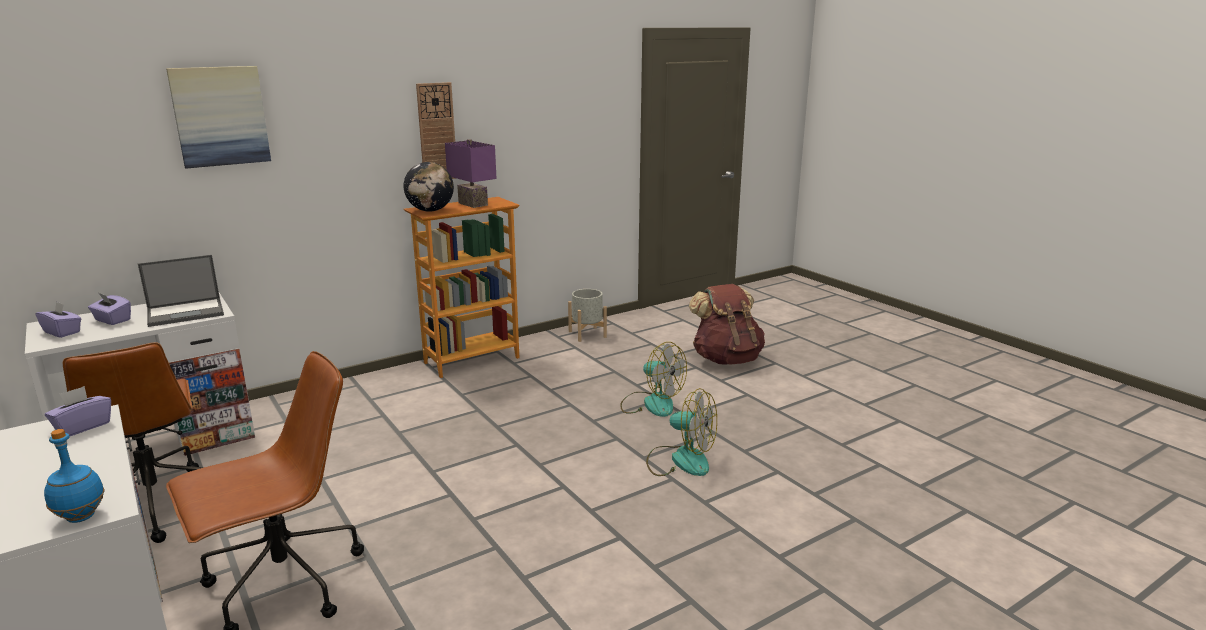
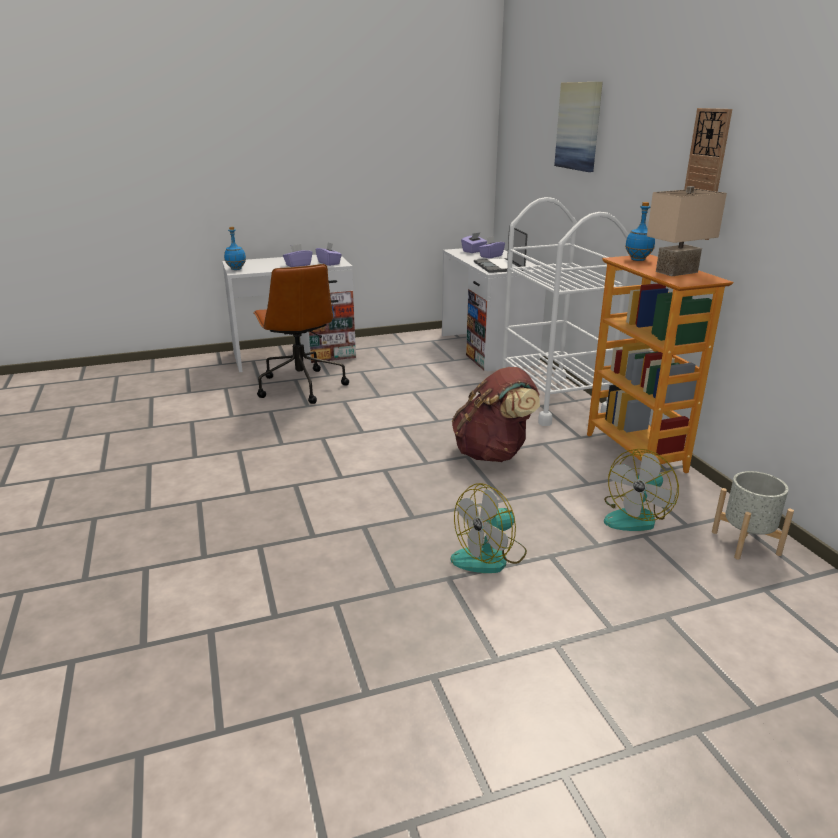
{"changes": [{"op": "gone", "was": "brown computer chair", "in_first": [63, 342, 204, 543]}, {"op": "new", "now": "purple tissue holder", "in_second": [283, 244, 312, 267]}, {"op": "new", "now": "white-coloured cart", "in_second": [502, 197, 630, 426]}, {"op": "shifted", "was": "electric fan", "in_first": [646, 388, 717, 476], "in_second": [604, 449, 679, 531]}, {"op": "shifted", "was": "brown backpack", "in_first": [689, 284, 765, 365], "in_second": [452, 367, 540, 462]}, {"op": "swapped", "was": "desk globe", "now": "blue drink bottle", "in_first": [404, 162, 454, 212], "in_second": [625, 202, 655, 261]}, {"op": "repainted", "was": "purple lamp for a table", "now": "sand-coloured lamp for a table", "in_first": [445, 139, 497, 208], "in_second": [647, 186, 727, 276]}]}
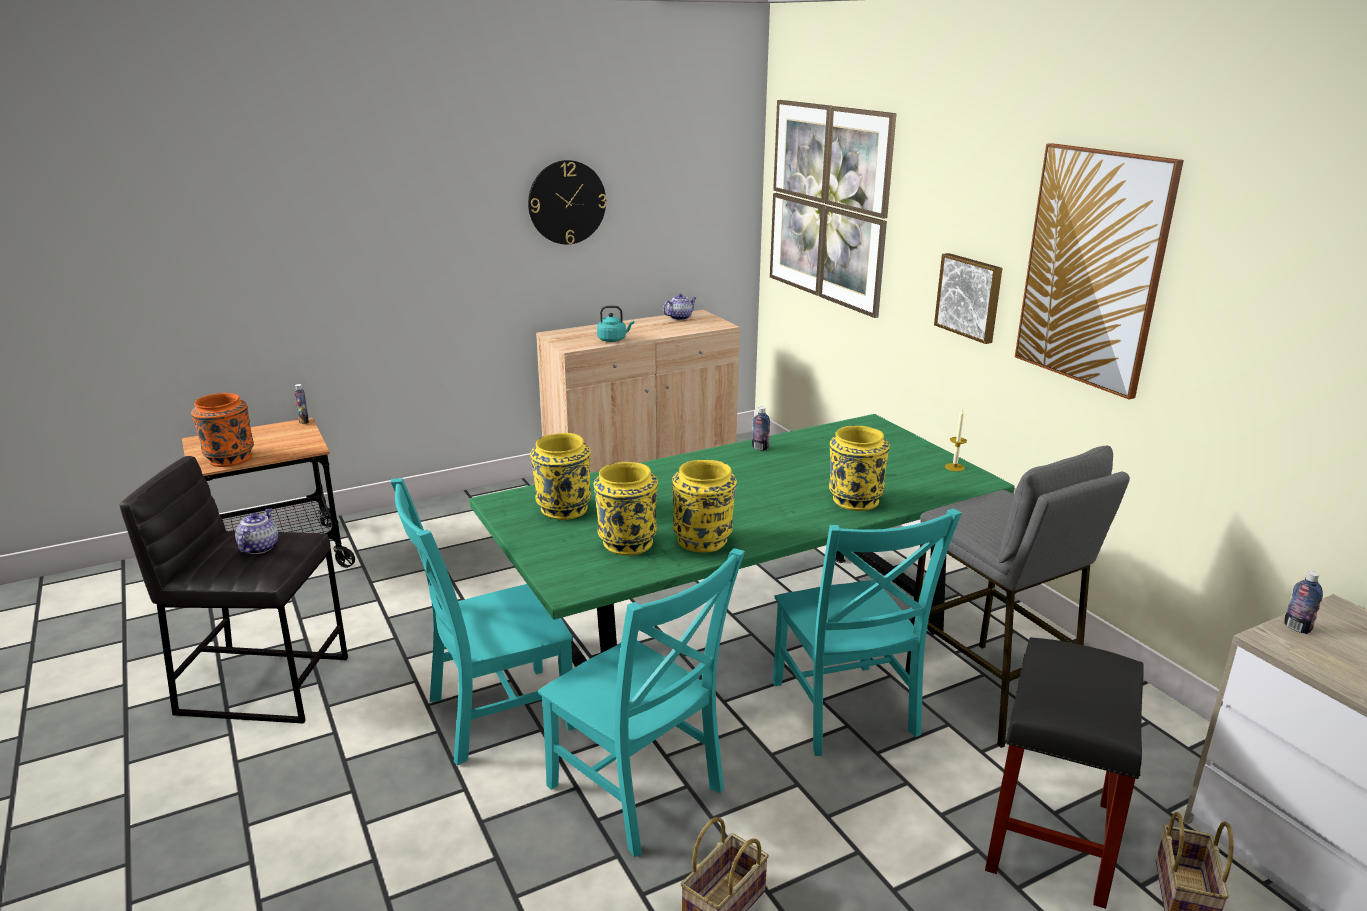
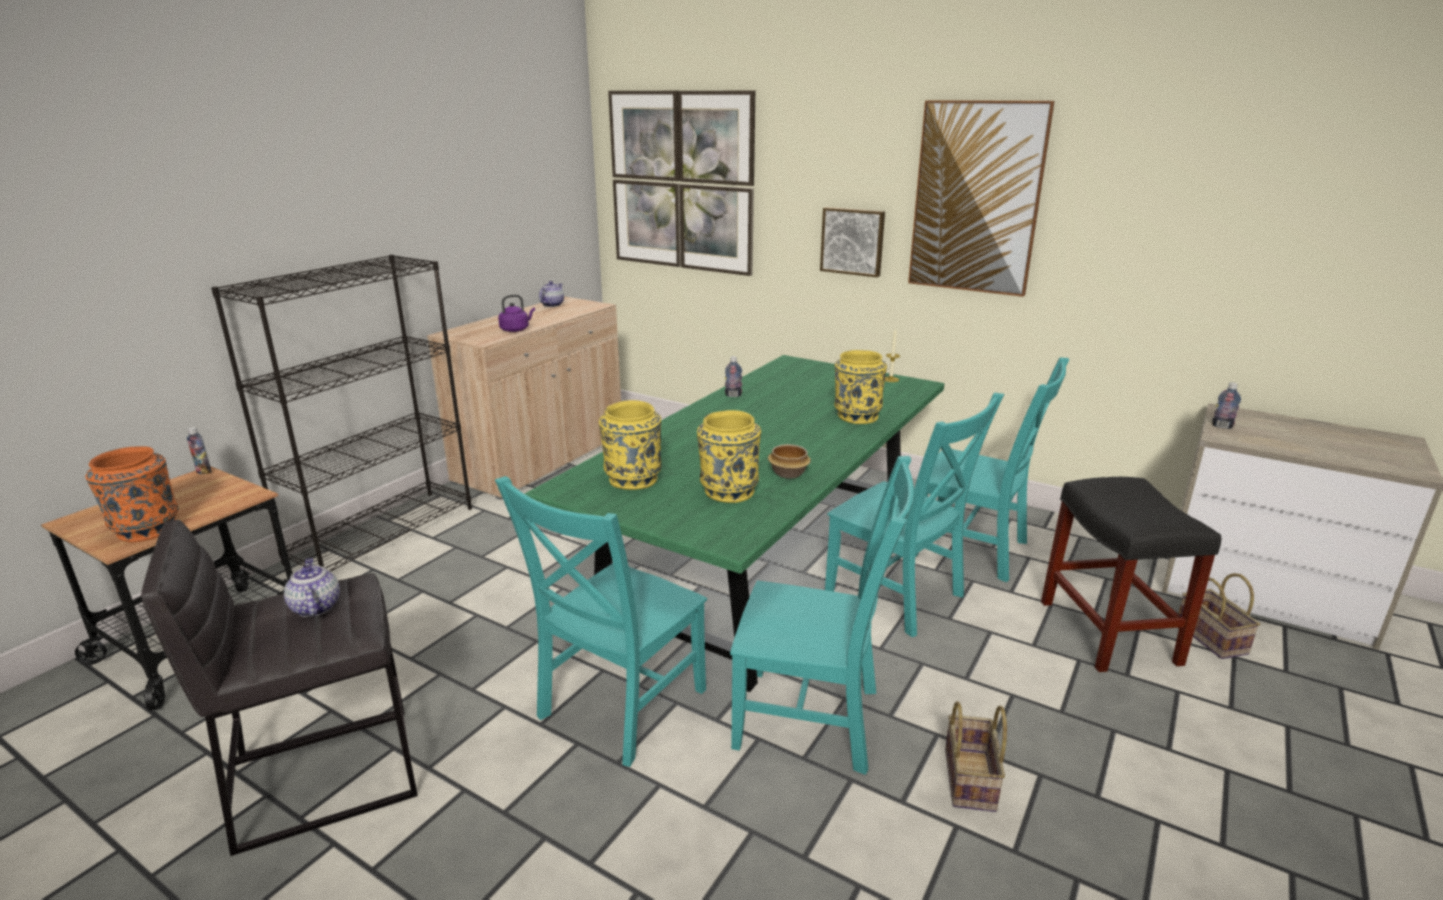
{"changes": [{"op": "gone", "was": "wall clock", "in_first": [528, 160, 607, 244]}, {"op": "new", "now": "black-coloured shelving unit", "in_second": [211, 255, 472, 572]}, {"op": "swapped", "was": "yellowish vase", "now": "serving bowl", "in_first": [672, 460, 737, 552], "in_second": [768, 444, 811, 479]}, {"op": "swapped", "was": "greyish stool seat", "now": "turquoise-coloured plain chair", "in_first": [905, 446, 1130, 748], "in_second": [915, 357, 1069, 582]}, {"op": "repainted", "was": "turquoise-coloured kettle", "now": "purple kettle", "in_first": [597, 305, 634, 342], "in_second": [498, 295, 535, 332]}]}
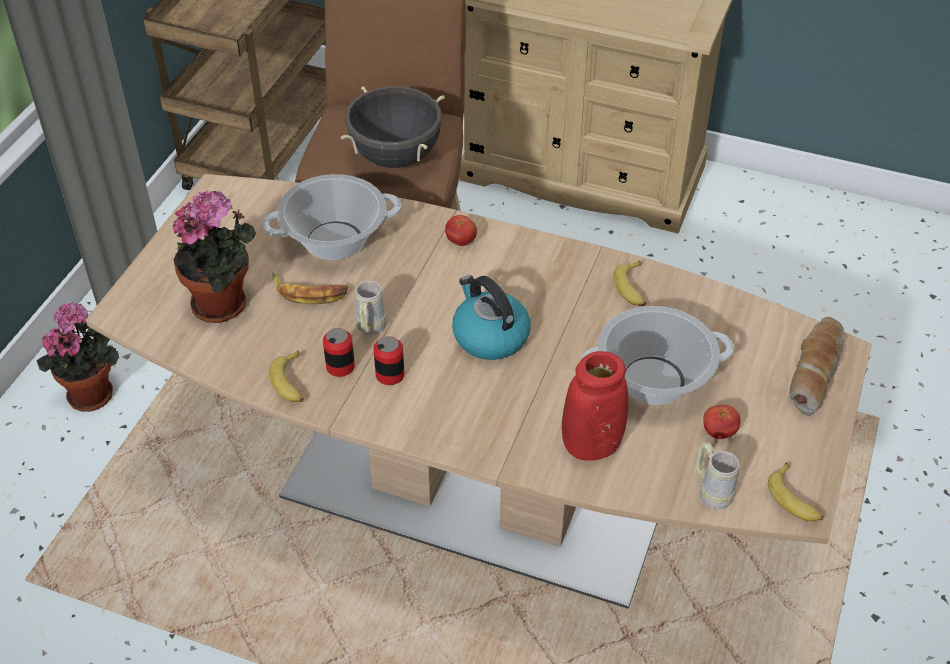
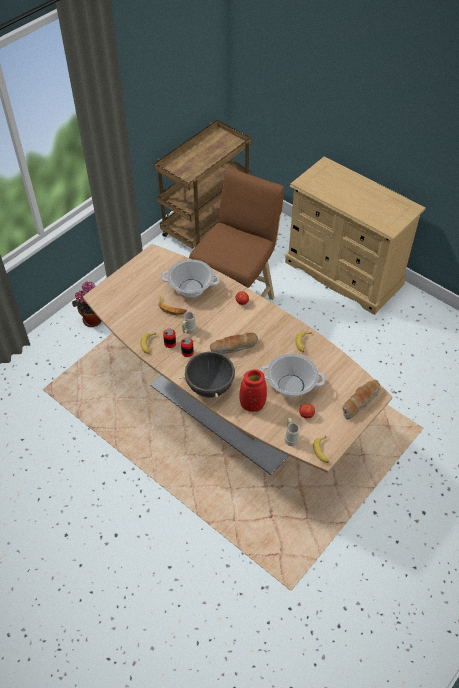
{"changes": [{"op": "gone", "was": "plant in a pot", "in_first": [173, 189, 256, 323]}, {"op": "shifted", "was": "black-coloured cooking pot", "in_first": [341, 86, 444, 168], "in_second": [179, 348, 240, 398]}, {"op": "swapped", "was": "kettle", "now": "bread", "in_first": [452, 275, 531, 360], "in_second": [210, 333, 258, 354]}]}
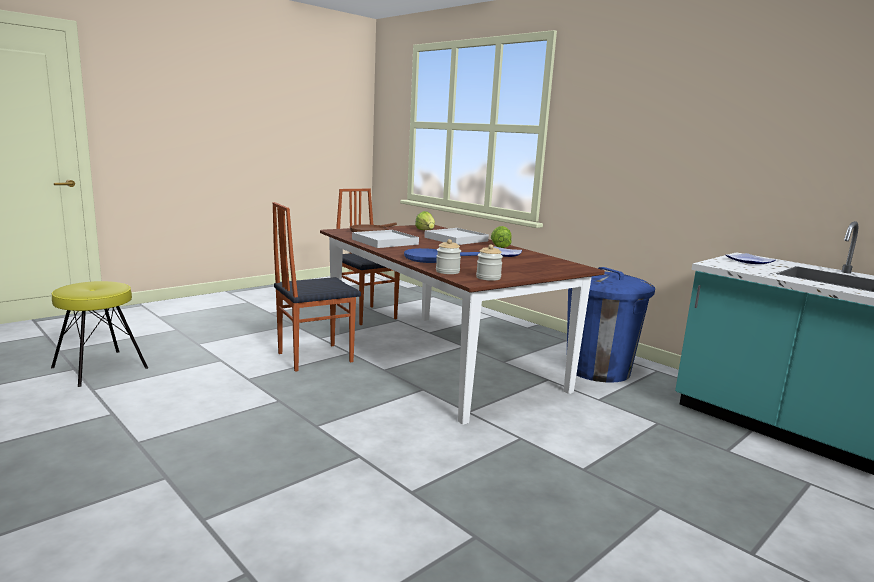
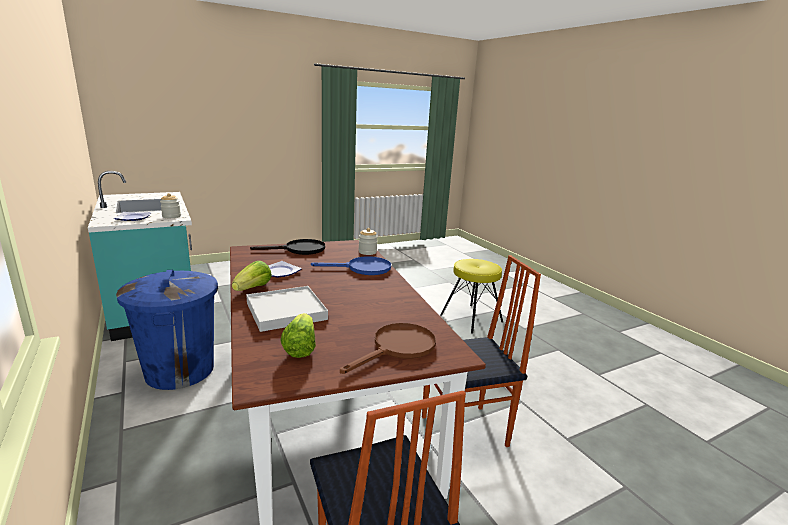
{"changes": [{"op": "gone", "was": "white-coloured serving tray", "in_first": [352, 230, 419, 248]}, {"op": "new", "now": "black-coloured skillet", "in_second": [250, 239, 325, 255]}, {"op": "shifted", "was": "yellowish stool seat", "in_first": [51, 281, 148, 387], "in_second": [441, 259, 503, 334]}, {"op": "shifted", "was": "storage jar", "in_first": [476, 244, 503, 281], "in_second": [160, 193, 181, 218]}]}
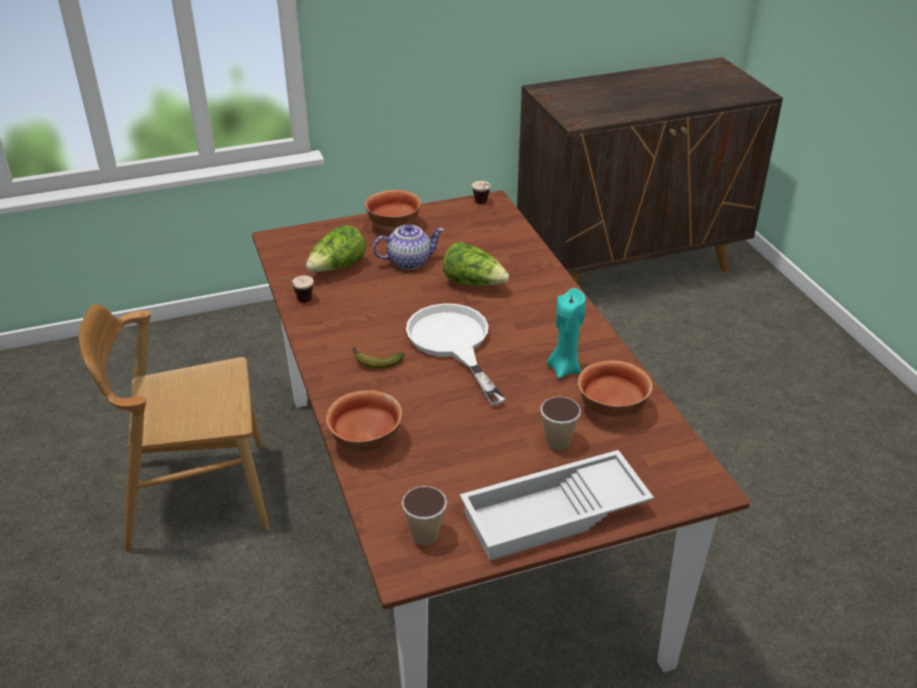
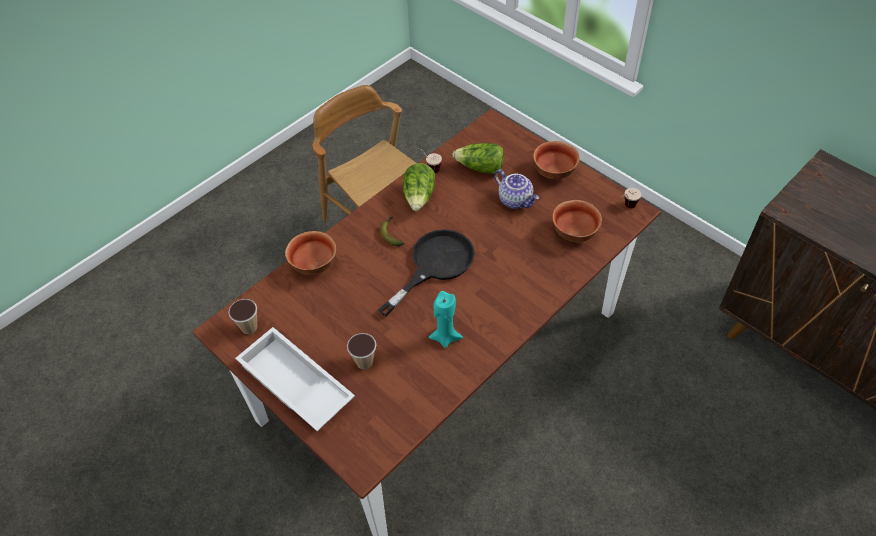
{"changes": [{"op": "shifted", "was": "lettuce", "in_first": [443, 242, 509, 286], "in_second": [403, 163, 435, 211]}, {"op": "shifted", "was": "serving bowl", "in_first": [578, 360, 653, 417], "in_second": [552, 200, 602, 242]}, {"op": "repainted", "was": "white-coloured skillet", "now": "black-coloured skillet", "in_first": [406, 303, 506, 405], "in_second": [378, 229, 475, 317]}]}
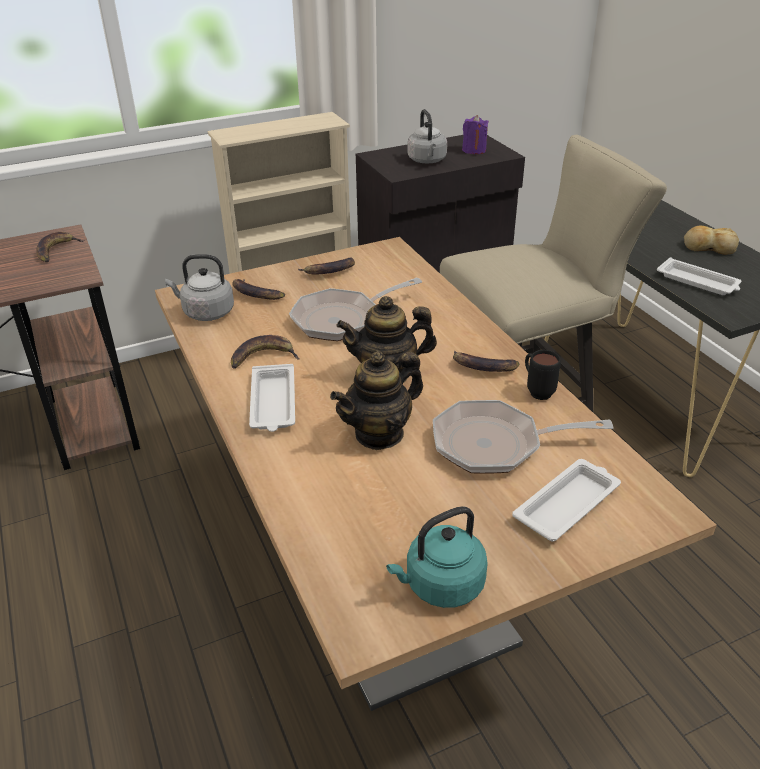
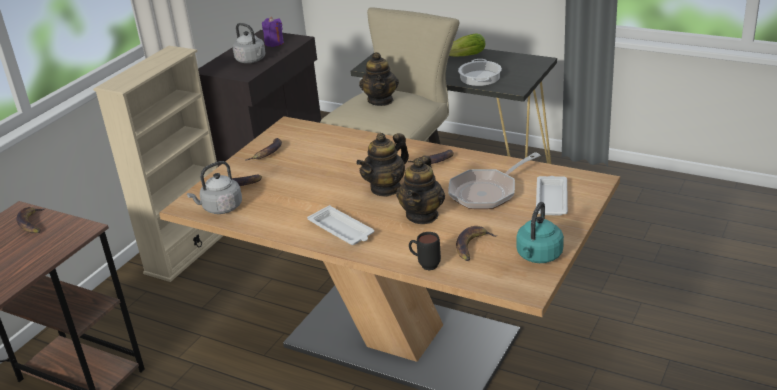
{"changes": [{"op": "gone", "was": "skillet", "in_first": [289, 278, 422, 341]}, {"op": "new", "now": "teapot", "in_second": [359, 52, 399, 106]}, {"op": "shifted", "was": "whole banana", "in_first": [231, 335, 300, 368], "in_second": [456, 226, 498, 261]}, {"op": "shifted", "was": "black-coloured tea mug", "in_first": [525, 350, 561, 400], "in_second": [409, 232, 441, 270]}, {"op": "swapped", "was": "white-coloured serving tray", "now": "cooking pot", "in_first": [657, 257, 742, 295], "in_second": [458, 59, 502, 86]}, {"op": "swapped", "was": "bread", "now": "lettuce", "in_first": [684, 225, 739, 255], "in_second": [449, 33, 485, 57]}]}
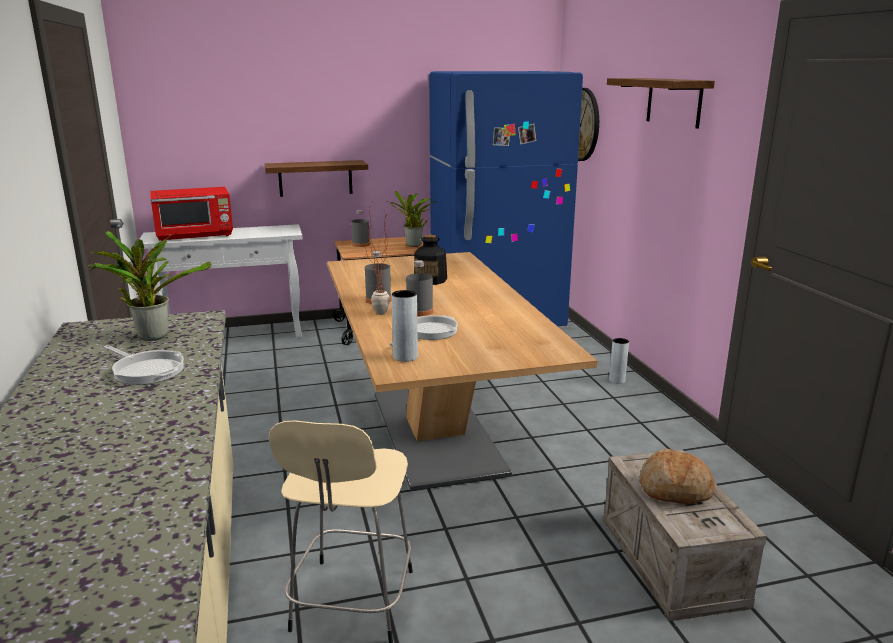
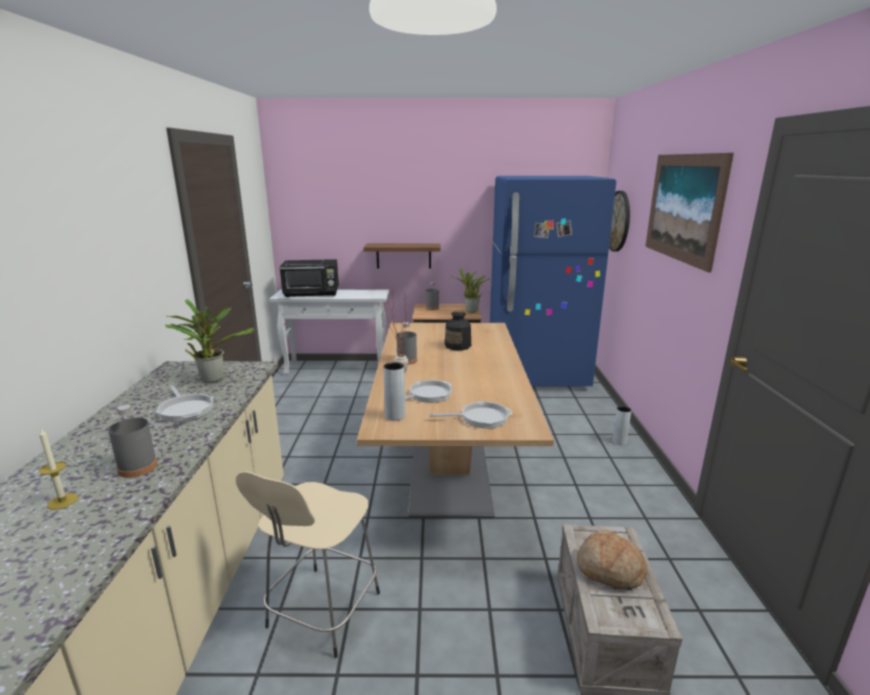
{"changes": [{"op": "new", "now": "candle", "in_second": [39, 429, 78, 510]}, {"op": "new", "now": "skillet", "in_second": [429, 401, 512, 428]}, {"op": "shifted", "was": "greyish drink bottle", "in_first": [406, 260, 433, 317], "in_second": [108, 405, 158, 478]}, {"op": "swapped", "was": "bracket shelf", "now": "picture", "in_first": [607, 78, 715, 129], "in_second": [645, 153, 734, 272]}, {"op": "repainted", "was": "reddish microwave", "now": "black-coloured microwave", "in_first": [150, 187, 233, 241], "in_second": [279, 259, 339, 297]}]}
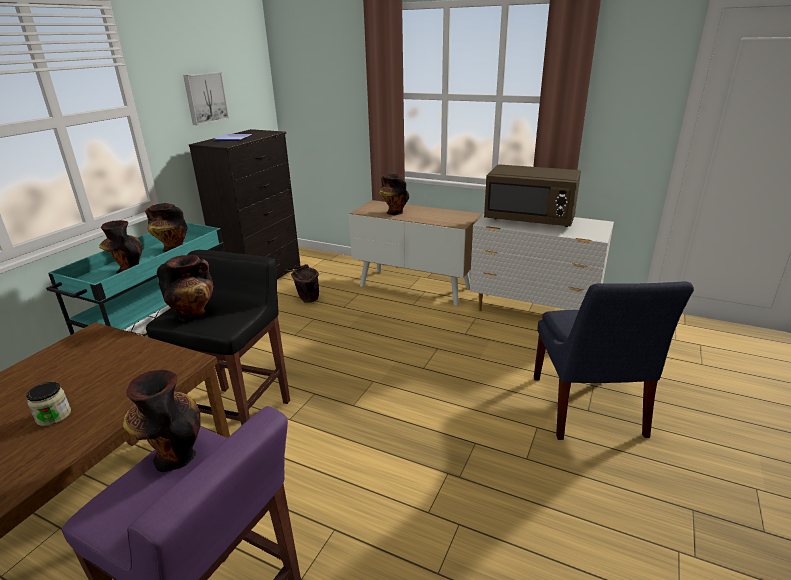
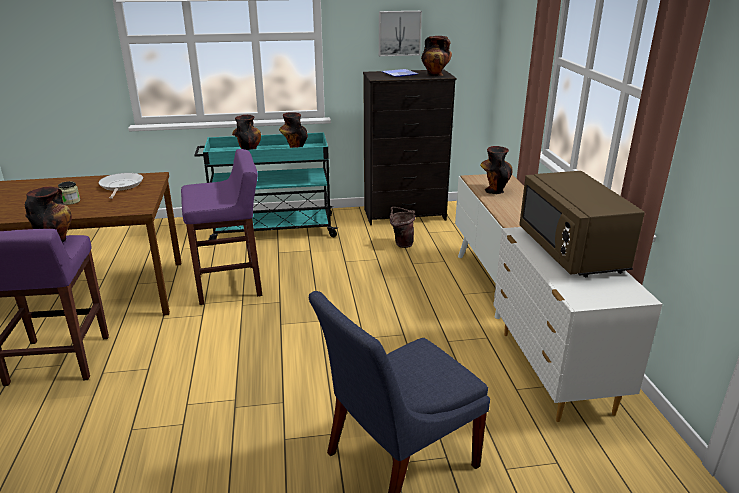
{"changes": [{"op": "new", "now": "skillet", "in_second": [98, 173, 143, 199]}, {"op": "shifted", "was": "vase", "in_first": [157, 255, 213, 322], "in_second": [421, 36, 452, 76]}, {"op": "repainted", "was": "black-coloured stool seat", "now": "purple stool seat", "in_first": [146, 250, 290, 426], "in_second": [181, 149, 262, 305]}]}
